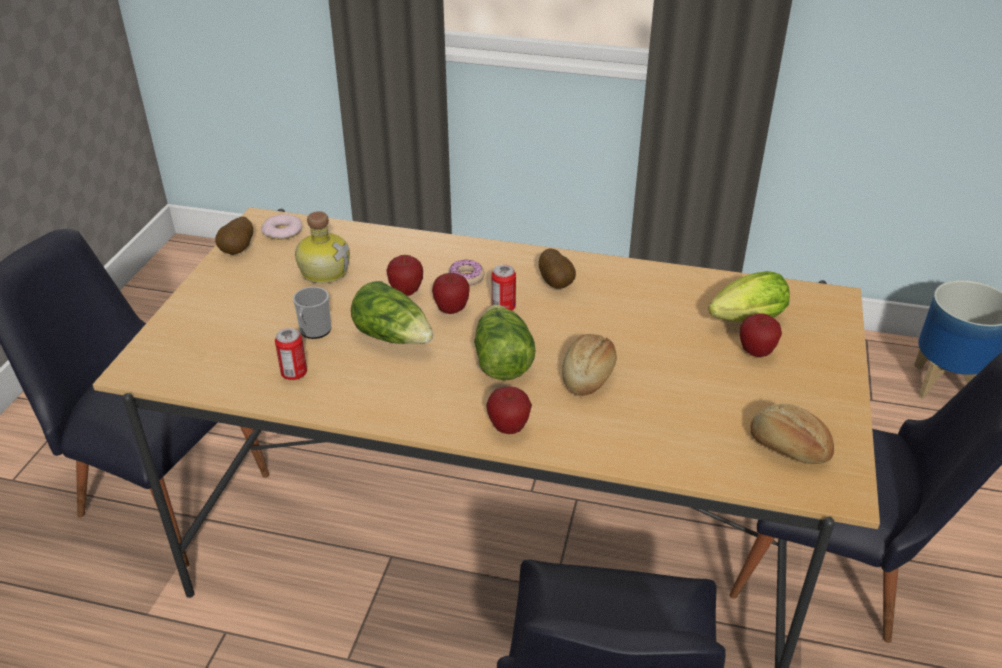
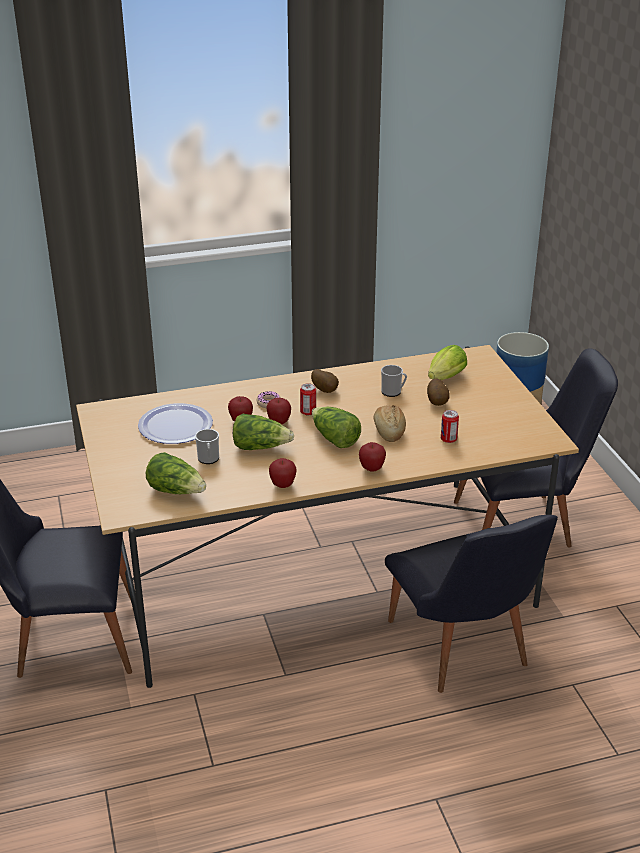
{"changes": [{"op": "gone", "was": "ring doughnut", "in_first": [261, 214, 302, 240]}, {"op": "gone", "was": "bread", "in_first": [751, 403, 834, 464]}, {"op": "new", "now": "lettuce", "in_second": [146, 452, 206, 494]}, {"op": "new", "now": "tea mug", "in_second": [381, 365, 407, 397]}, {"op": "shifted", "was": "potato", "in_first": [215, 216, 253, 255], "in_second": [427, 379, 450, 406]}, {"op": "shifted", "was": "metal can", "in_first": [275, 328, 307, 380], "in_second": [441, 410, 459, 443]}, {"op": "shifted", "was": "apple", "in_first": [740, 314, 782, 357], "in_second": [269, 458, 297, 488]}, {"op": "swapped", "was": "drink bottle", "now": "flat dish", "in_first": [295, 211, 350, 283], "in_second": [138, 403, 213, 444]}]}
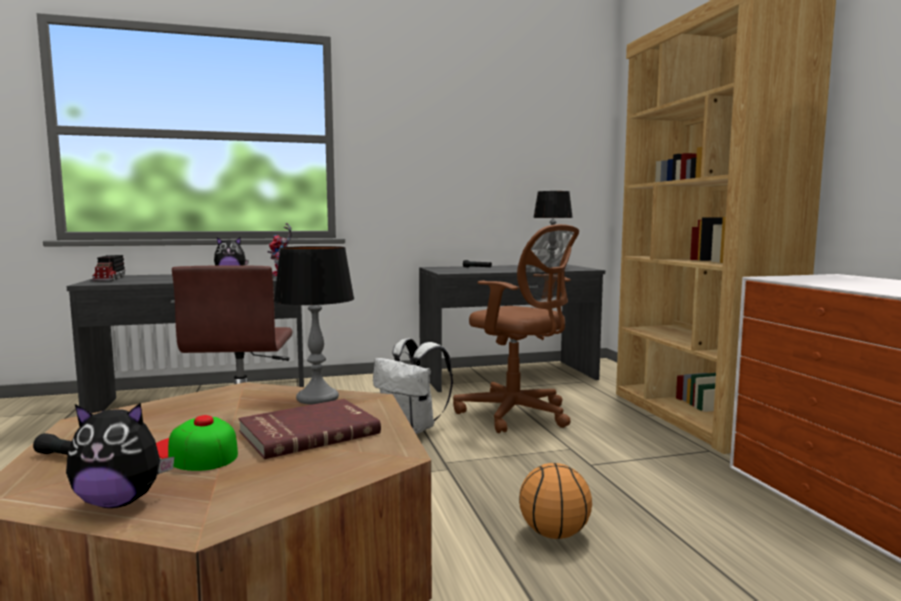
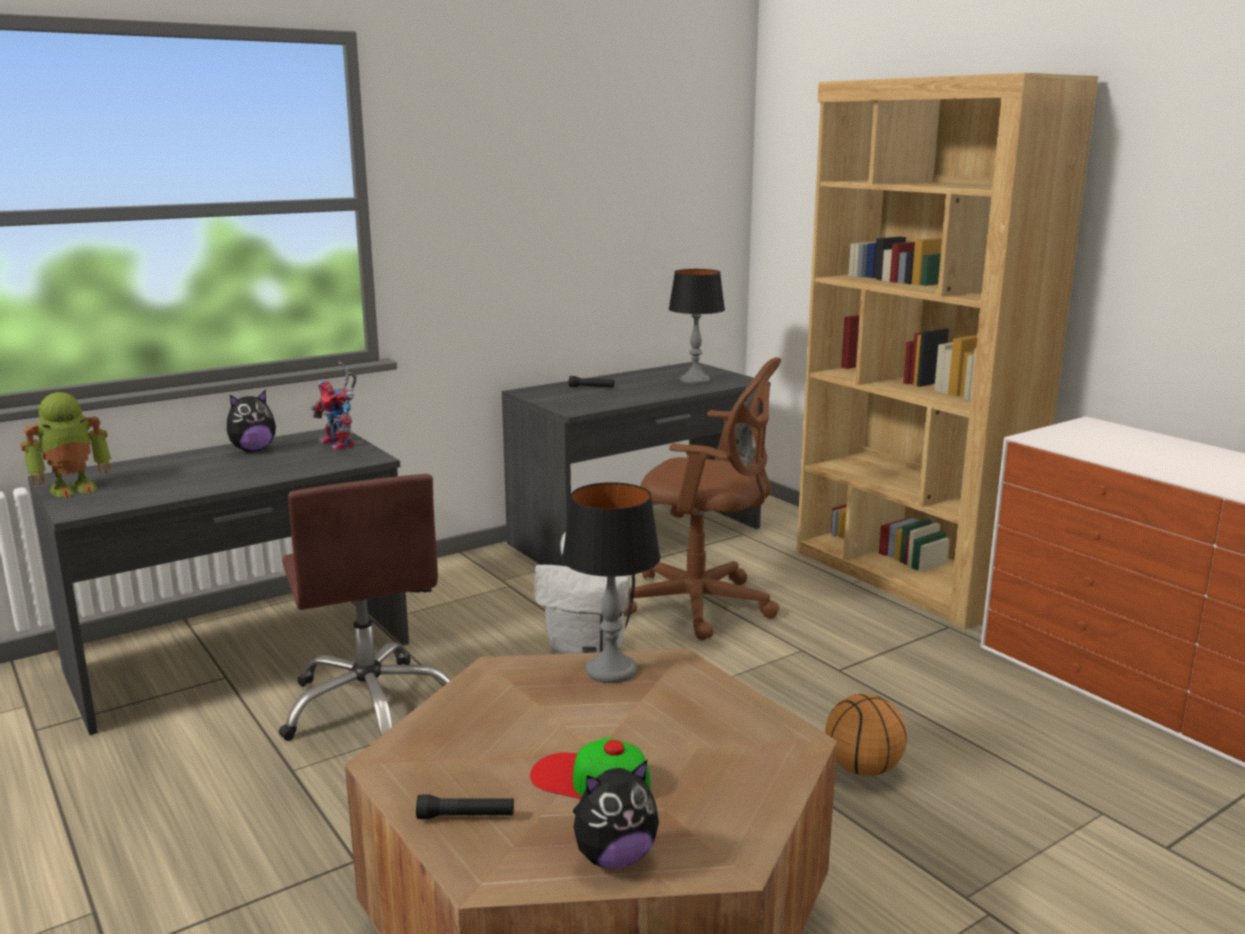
{"changes": [{"op": "gone", "was": "reddish book", "in_first": [238, 399, 381, 459]}, {"op": "swapped", "was": "toy truck", "now": "toy robot", "in_first": [92, 255, 125, 281], "in_second": [20, 392, 111, 498]}]}
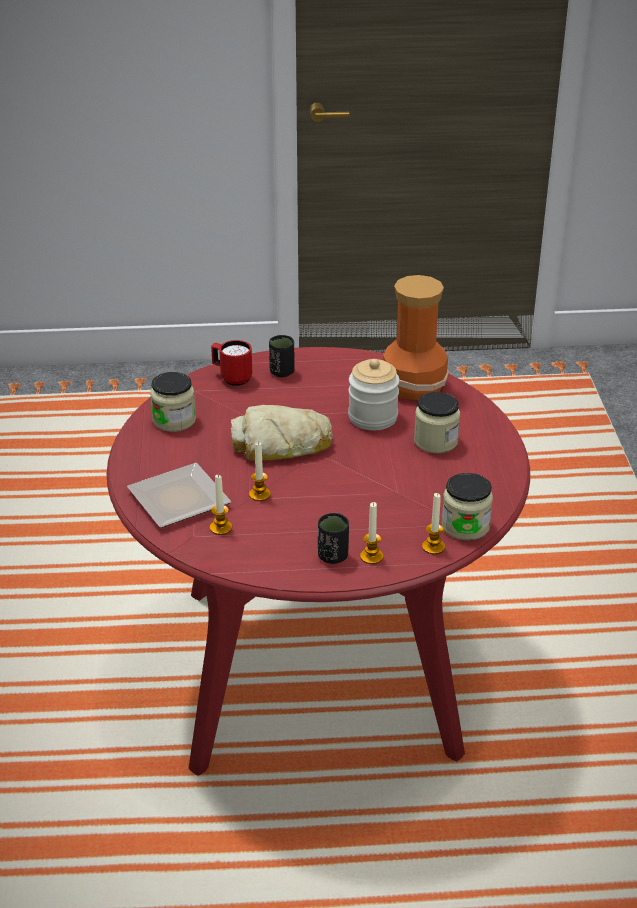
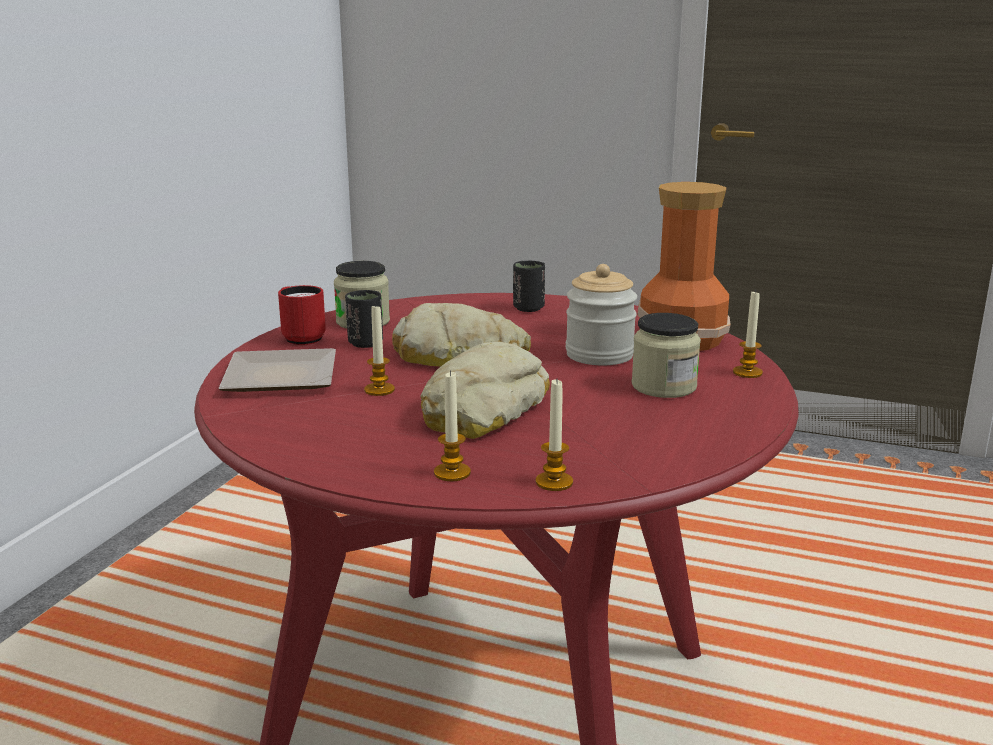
{"changes": [{"op": "gone", "was": "storage jar", "in_first": [441, 473, 493, 540]}, {"op": "new", "now": "bread", "in_second": [420, 341, 550, 439]}, {"op": "shifted", "was": "candle", "in_first": [210, 475, 232, 535], "in_second": [733, 289, 763, 378]}, {"op": "shifted", "was": "reddish tea mug", "in_first": [211, 340, 252, 386], "in_second": [278, 285, 326, 345]}, {"op": "shifted", "was": "black-coloured cup", "in_first": [318, 513, 349, 564], "in_second": [345, 290, 383, 348]}]}
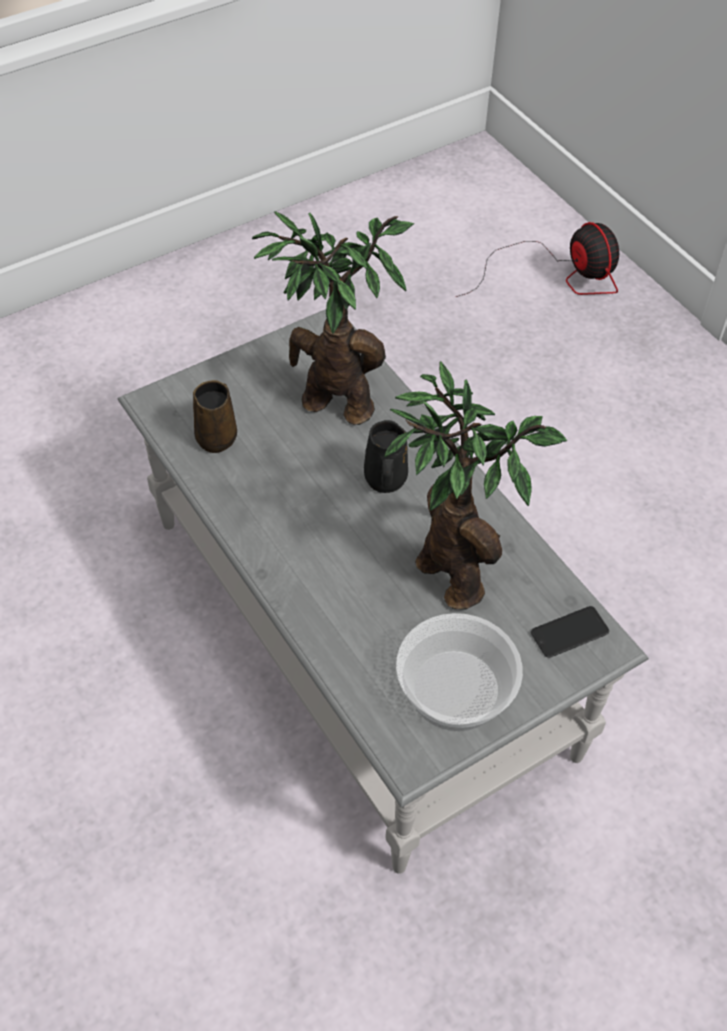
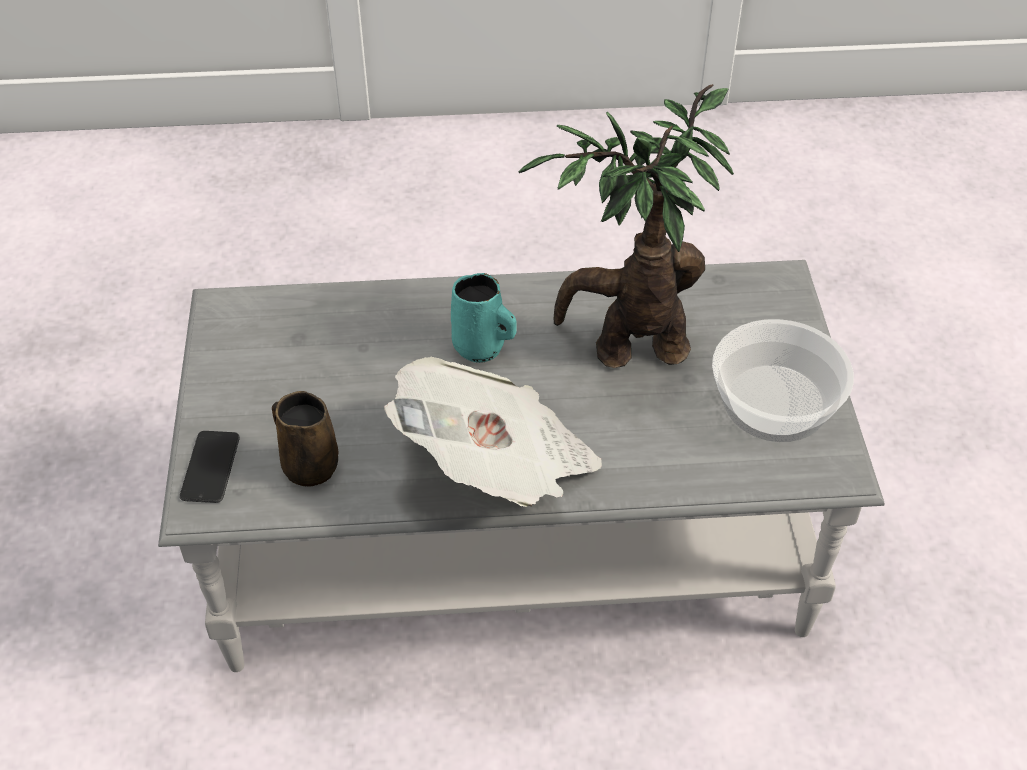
{"changes": [{"op": "gone", "was": "plant in a pot", "in_first": [252, 211, 414, 425]}, {"op": "gone", "was": "electric fan", "in_first": [456, 222, 619, 297]}, {"op": "new", "now": "printed paper", "in_second": [384, 357, 602, 507]}, {"op": "shifted", "was": "telephone", "in_first": [531, 606, 609, 658], "in_second": [180, 431, 240, 503]}, {"op": "repainted", "was": "black-coloured tea mug", "now": "turquoise-coloured tea mug", "in_first": [364, 420, 408, 493], "in_second": [451, 273, 517, 363]}]}
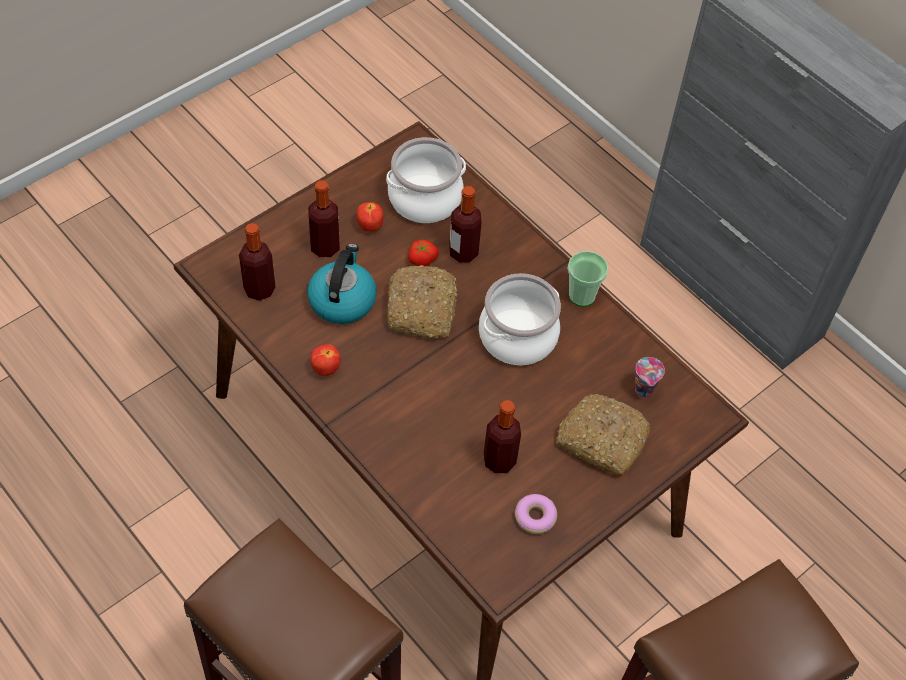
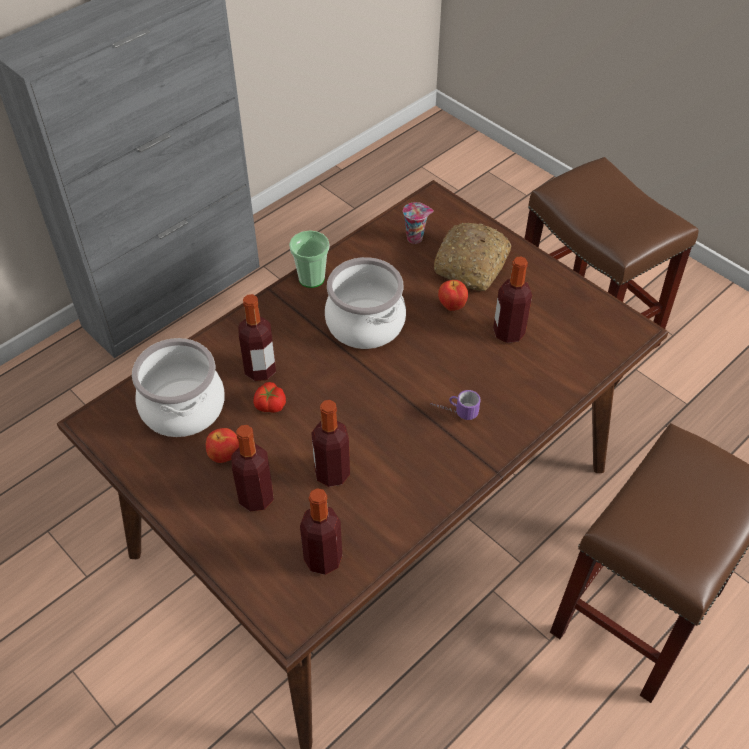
{"changes": [{"op": "gone", "was": "bread", "in_first": [387, 265, 458, 339]}, {"op": "gone", "was": "ring doughnut", "in_first": [515, 494, 557, 534]}, {"op": "new", "now": "tea mug", "in_second": [430, 390, 481, 420]}, {"op": "shifted", "was": "apple", "in_first": [311, 344, 341, 376], "in_second": [438, 280, 468, 311]}, {"op": "swapped", "was": "kettle", "now": "drink bottle", "in_first": [307, 244, 377, 324], "in_second": [311, 400, 350, 487]}]}
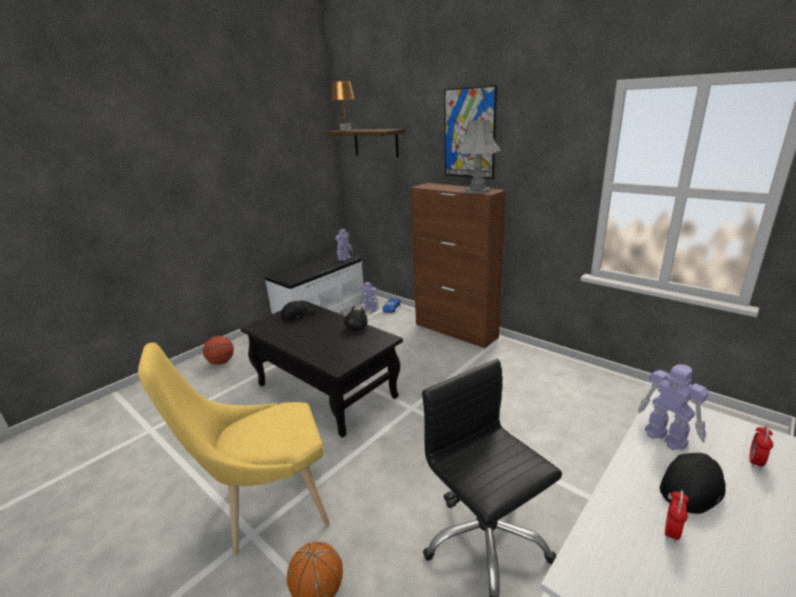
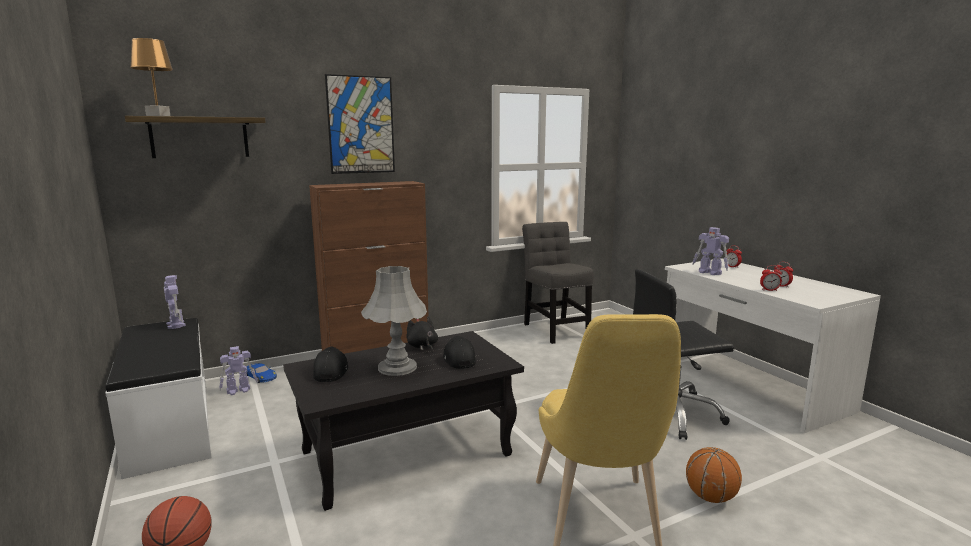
{"changes": [{"op": "new", "now": "greyish plain chair", "in_second": [522, 222, 594, 344]}, {"op": "new", "now": "bedside clock", "in_second": [760, 265, 782, 291]}, {"op": "shifted", "was": "greyish lamp for a table", "in_first": [457, 120, 500, 193], "in_second": [361, 266, 427, 376]}, {"op": "shifted", "was": "black-coloured baseball cap", "in_first": [660, 453, 726, 514], "in_second": [443, 336, 476, 369]}, {"op": "rotated", "was": "toy robot", "in_first": [638, 364, 709, 451], "in_second": [692, 227, 729, 275], "clockwise": -120}]}
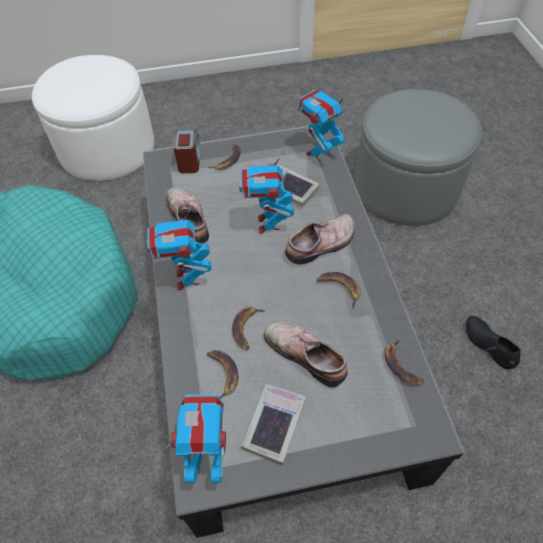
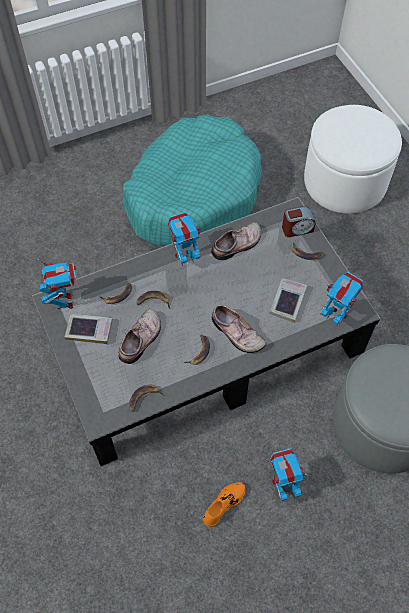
{"changes": [{"op": "shifted", "was": "toy robot", "in_first": [239, 151, 294, 233], "in_second": [270, 449, 308, 501]}, {"op": "repainted", "was": "black-coloured low shoe", "now": "orange-coloured low shoe", "in_first": [466, 316, 521, 369], "in_second": [203, 482, 246, 527]}]}
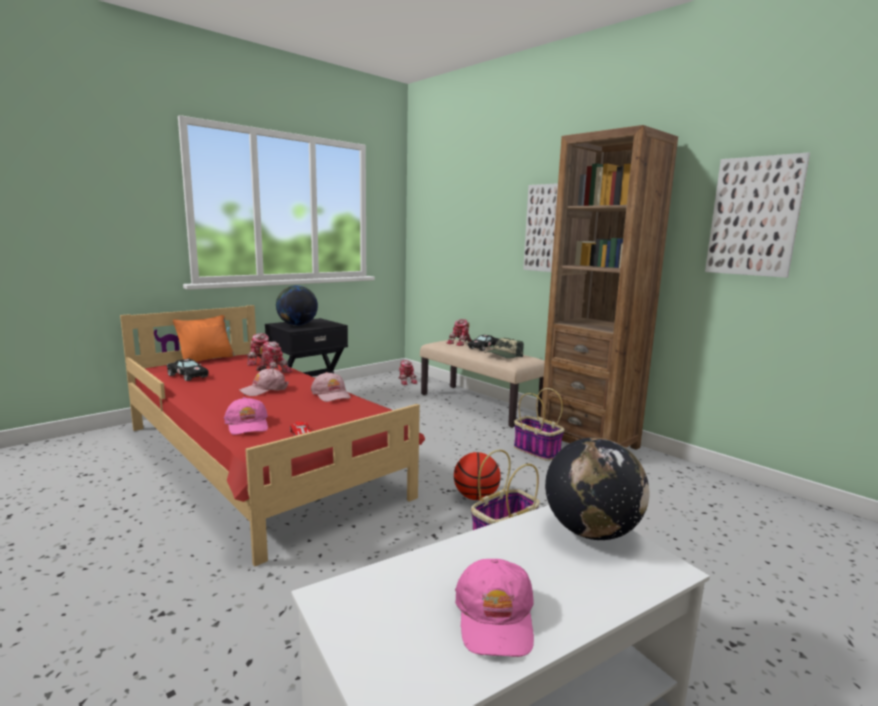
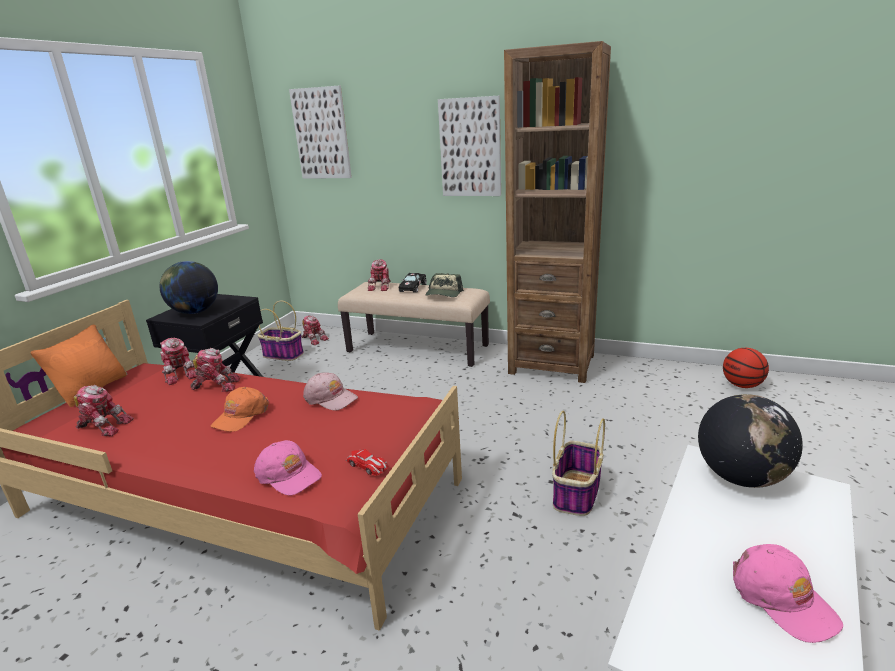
{"changes": [{"op": "shifted", "was": "ball for basketball", "in_first": [454, 452, 501, 500], "in_second": [723, 348, 769, 388]}, {"op": "shifted", "was": "storage basket", "in_first": [514, 388, 565, 461], "in_second": [258, 301, 304, 361]}, {"op": "shifted", "was": "picture", "in_first": [705, 152, 810, 278], "in_second": [289, 86, 352, 179]}, {"op": "swapped", "was": "black-coloured miniature car", "now": "toy robot", "in_first": [167, 358, 209, 381], "in_second": [74, 385, 134, 436]}, {"op": "repainted", "was": "pinkish baseball cap", "now": "orange-coloured baseball cap", "in_first": [239, 368, 289, 396], "in_second": [211, 387, 269, 432]}]}
